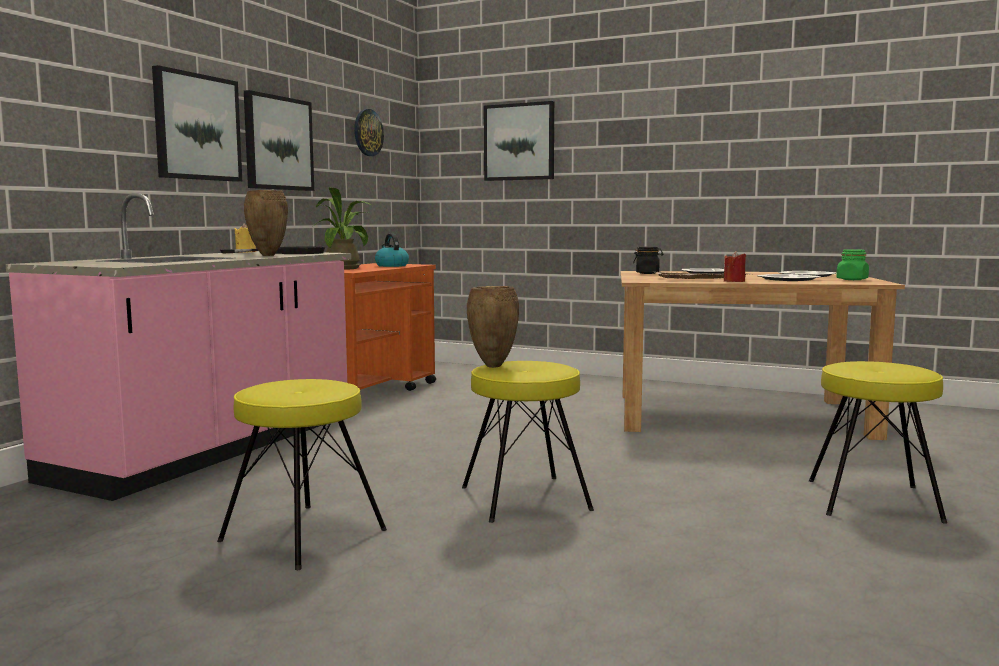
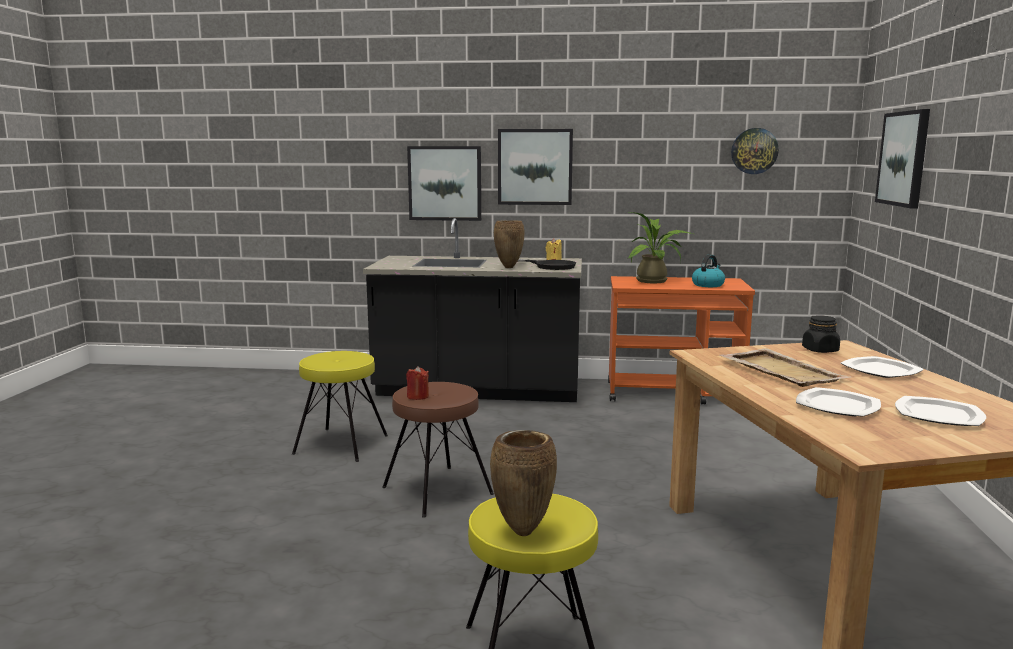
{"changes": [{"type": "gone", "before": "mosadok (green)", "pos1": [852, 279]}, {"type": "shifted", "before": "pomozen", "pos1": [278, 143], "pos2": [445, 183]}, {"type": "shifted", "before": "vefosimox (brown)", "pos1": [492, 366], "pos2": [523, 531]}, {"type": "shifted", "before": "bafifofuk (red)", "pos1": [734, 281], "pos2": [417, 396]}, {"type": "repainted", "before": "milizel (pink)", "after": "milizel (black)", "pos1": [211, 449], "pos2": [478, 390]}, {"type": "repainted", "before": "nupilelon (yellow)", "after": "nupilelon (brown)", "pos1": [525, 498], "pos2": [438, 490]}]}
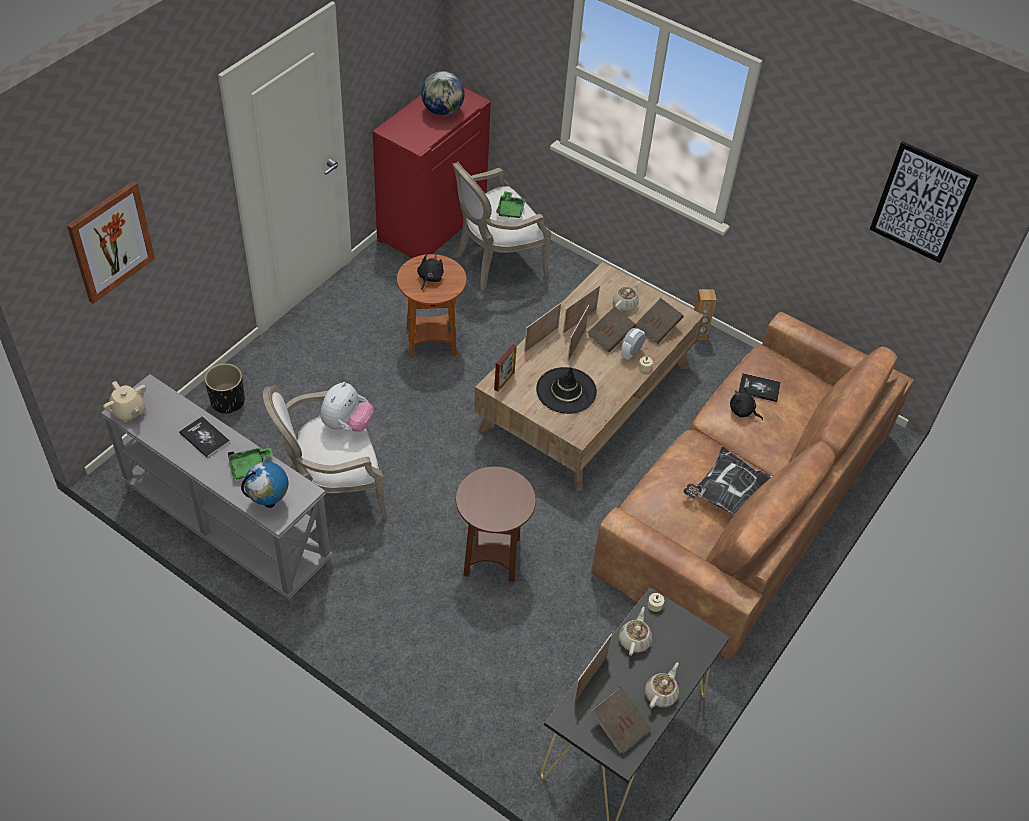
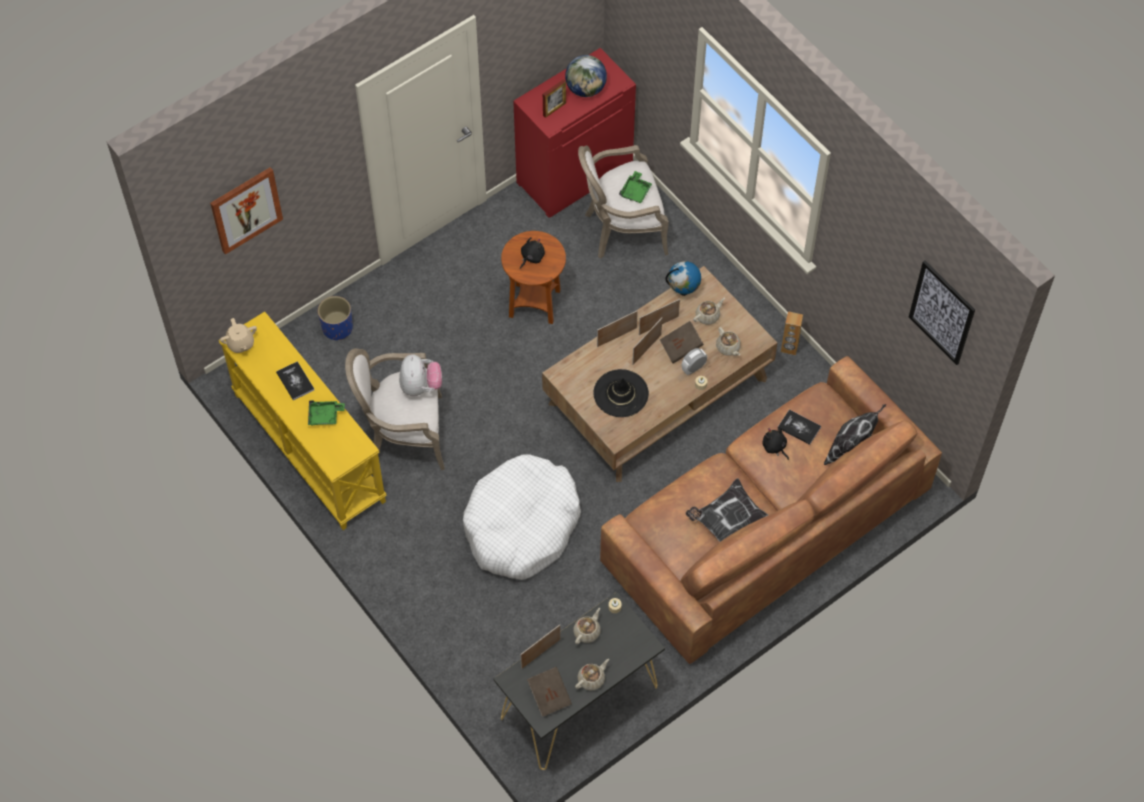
{"changes": [{"type": "new", "after": "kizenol", "pos2": [851, 449]}, {"type": "shifted", "before": "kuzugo", "pos1": [269, 502], "pos2": [683, 291]}, {"type": "shifted", "before": "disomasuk", "pos1": [504, 381], "pos2": [554, 109]}, {"type": "swapped", "before": "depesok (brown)", "after": "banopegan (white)", "pos1": [491, 556], "pos2": [521, 525]}, {"type": "swapped", "before": "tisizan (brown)", "after": "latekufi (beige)", "pos1": [657, 328], "pos2": [728, 347]}, {"type": "repainted", "before": "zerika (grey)", "after": "zerika (yellow)", "pos1": [226, 527], "pos2": [308, 448]}, {"type": "repainted", "before": "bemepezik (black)", "after": "bemepezik (blue)", "pos1": [227, 401], "pos2": [337, 328]}, {"type": "rotated", "before": "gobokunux", "pos1": [347, 424], "pos2": [420, 386], "turn": -45}]}
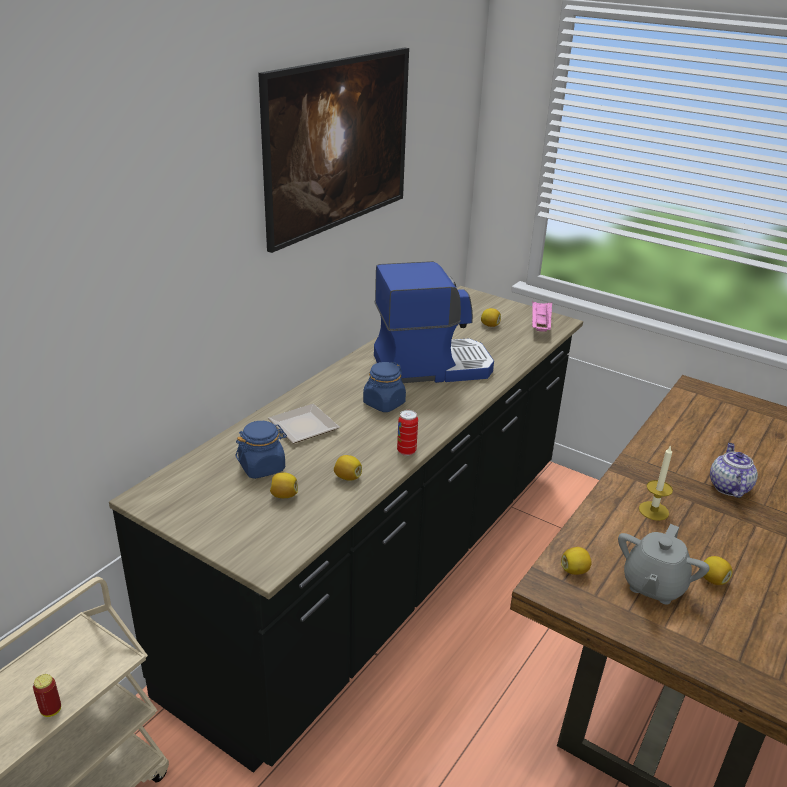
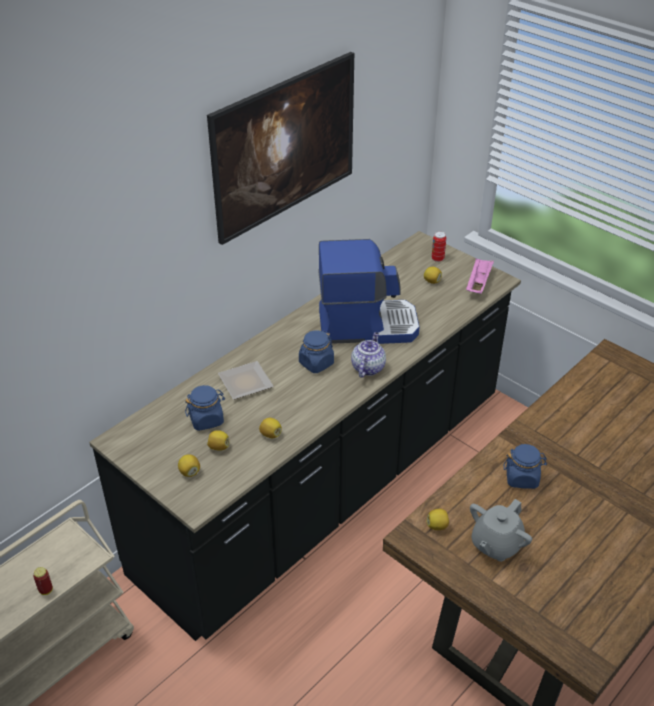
{"changes": [{"type": "shifted", "before": "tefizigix", "pos1": [406, 451], "pos2": [437, 259]}, {"type": "shifted", "before": "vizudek", "pos1": [713, 580], "pos2": [189, 472]}, {"type": "shifted", "before": "latekufi", "pos1": [728, 487], "pos2": [368, 367]}, {"type": "swapped", "before": "bafifofuk", "after": "mosadok (blue)", "pos1": [653, 511], "pos2": [522, 478]}]}
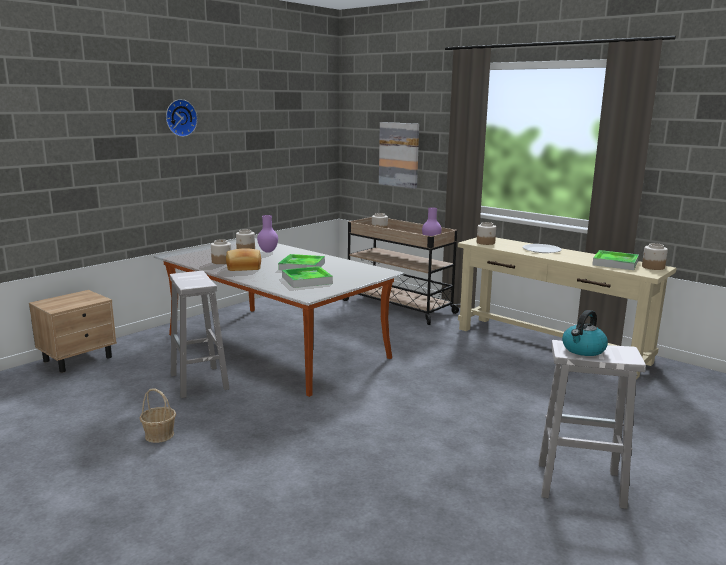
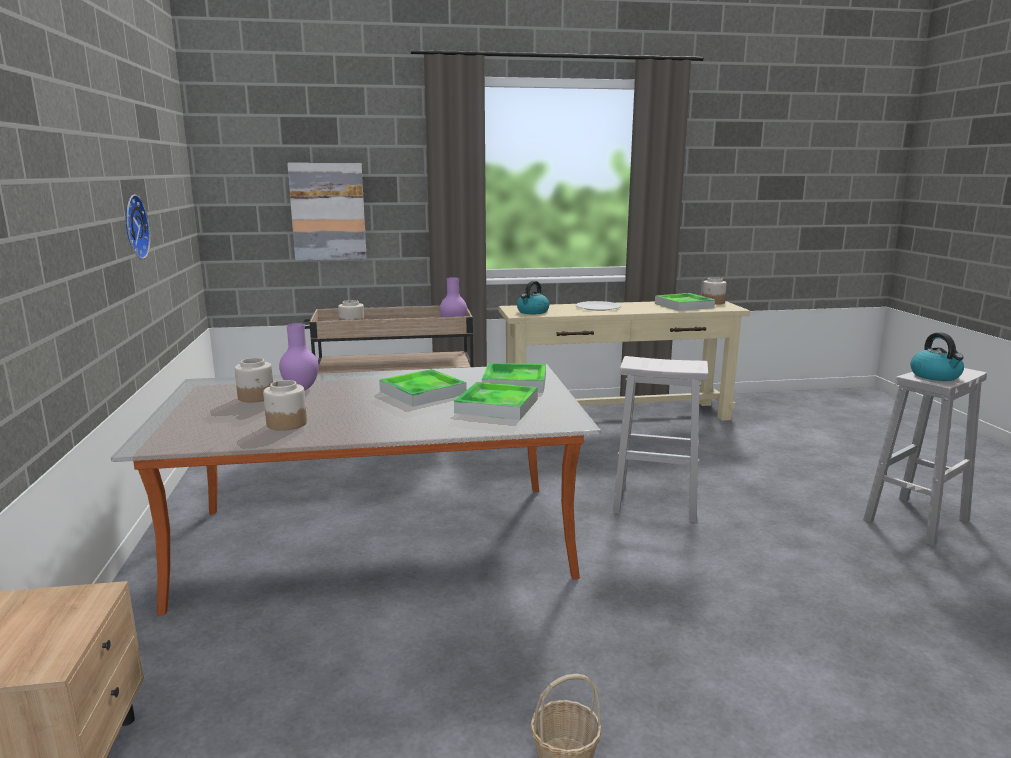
{"changes": [{"type": "gone", "before": "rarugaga", "pos1": [244, 268]}, {"type": "new", "after": "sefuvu", "pos2": [514, 382]}, {"type": "shifted", "before": "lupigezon", "pos1": [180, 118], "pos2": [132, 227]}, {"type": "shifted", "before": "nupilelon (white)", "pos1": [199, 382], "pos2": [657, 504]}, {"type": "swapped", "before": "mosadok", "after": "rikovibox", "pos1": [486, 243], "pos2": [532, 312]}]}
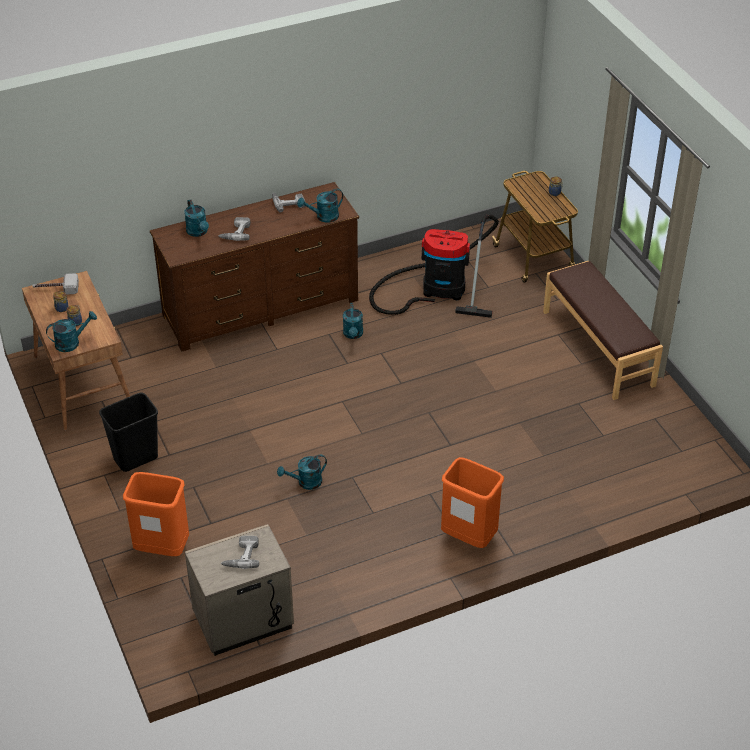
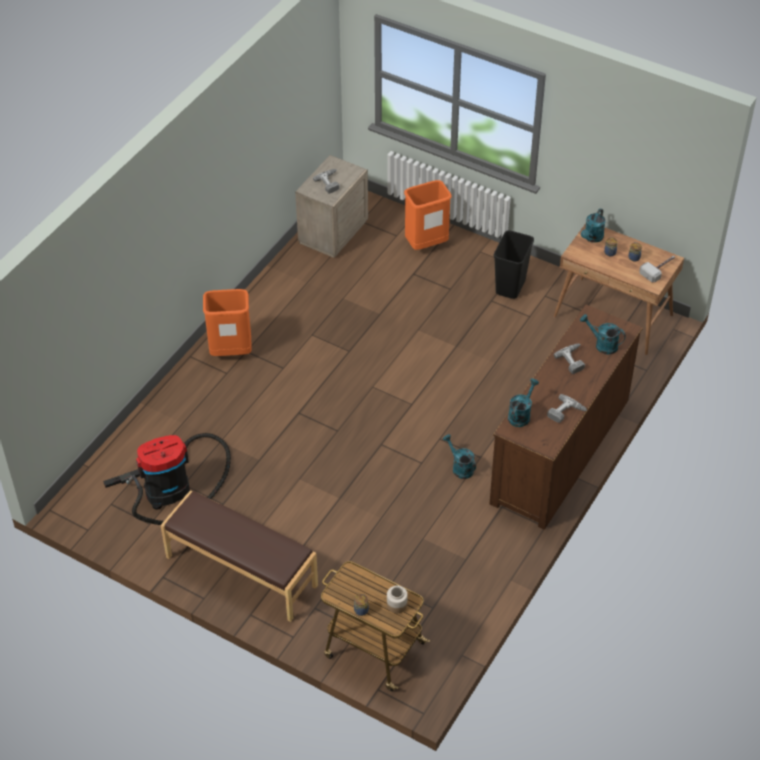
{"changes": [{"type": "gone", "before": "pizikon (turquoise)", "pos1": [305, 483]}, {"type": "new", "after": "mosadok", "pos2": [396, 604]}, {"type": "shifted", "before": "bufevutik", "pos1": [438, 288], "pos2": [172, 488]}]}
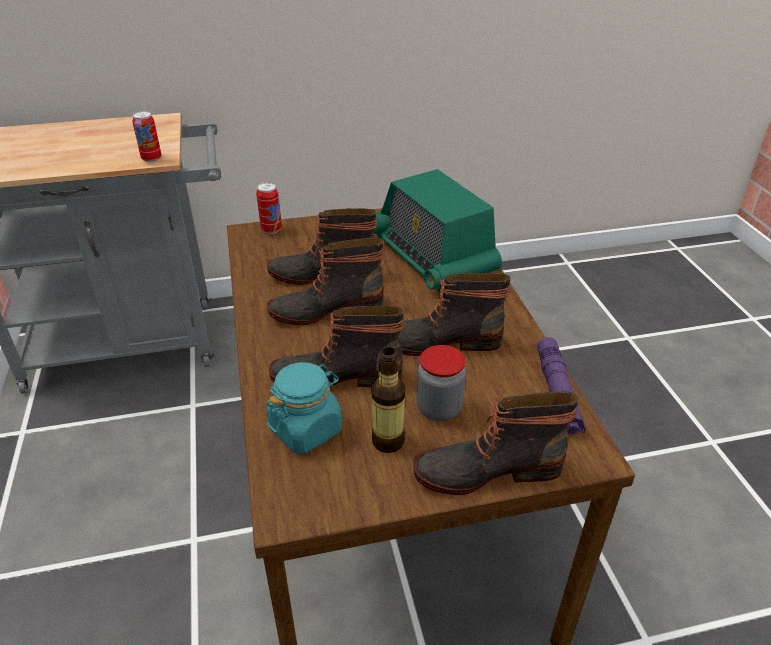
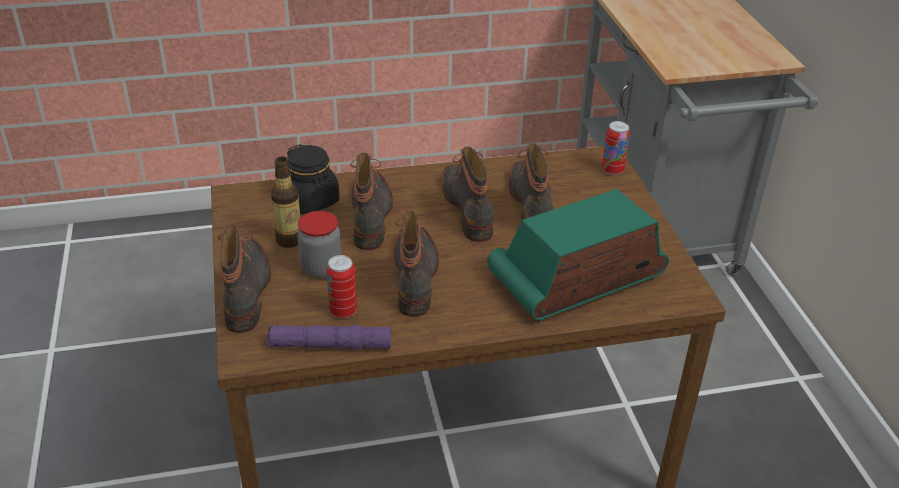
{"changes": [{"type": "shifted", "before": "tefizigix", "pos1": [151, 159], "pos2": [343, 311]}, {"type": "repainted", "before": "mosadok (turquoise)", "after": "mosadok (black)", "pos1": [306, 429], "pos2": [311, 201]}]}
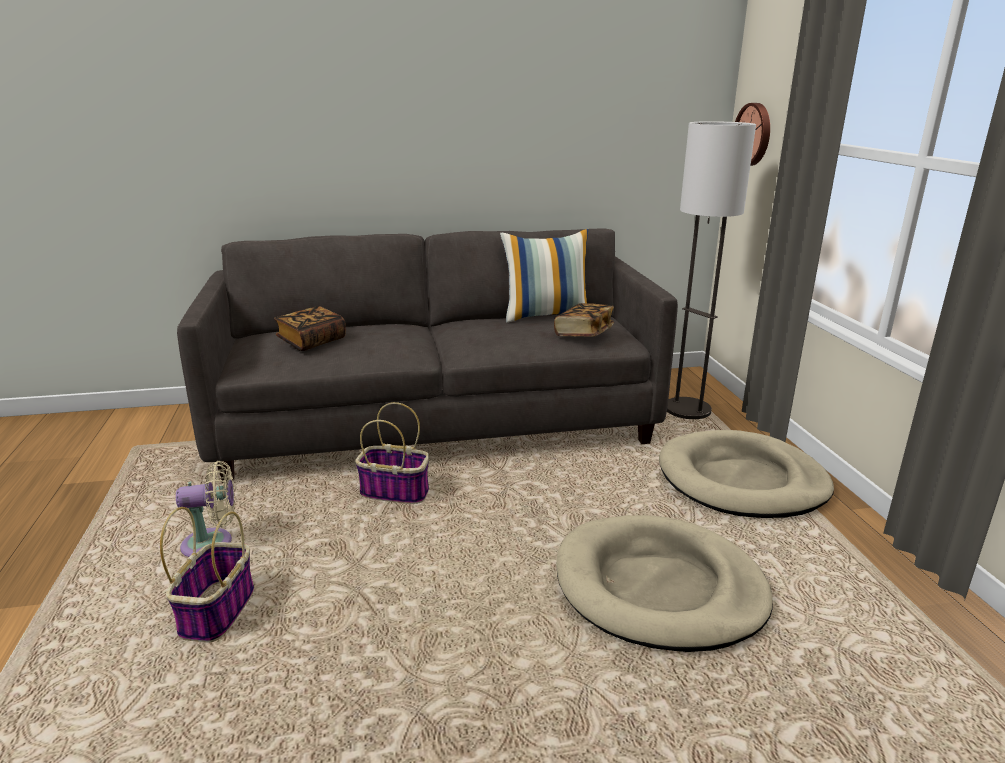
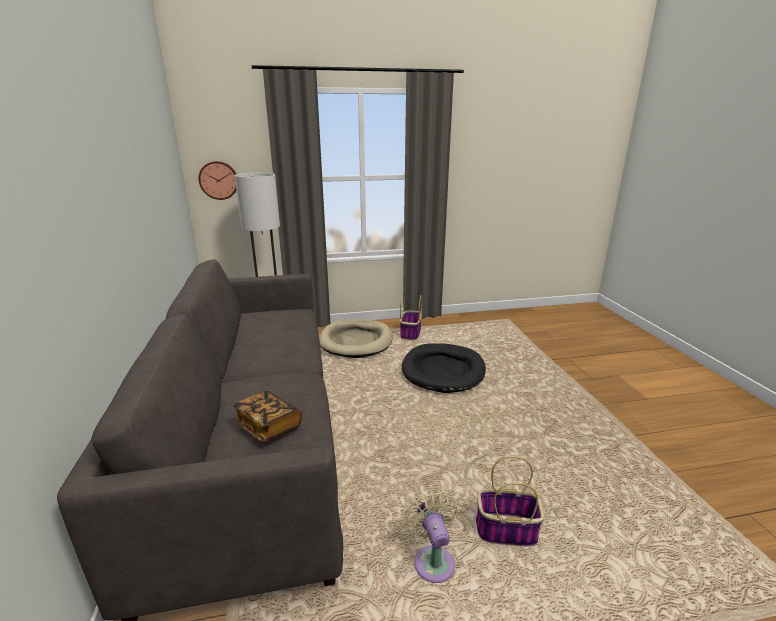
{"changes": [{"type": "gone", "before": "kizenol", "pos1": [546, 315]}, {"type": "gone", "before": "tisizan", "pos1": [584, 333]}, {"type": "shifted", "before": "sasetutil", "pos1": [396, 492], "pos2": [410, 333]}, {"type": "repainted", "before": "banopegan (beige)", "after": "banopegan (black)", "pos1": [659, 588], "pos2": [443, 370]}]}
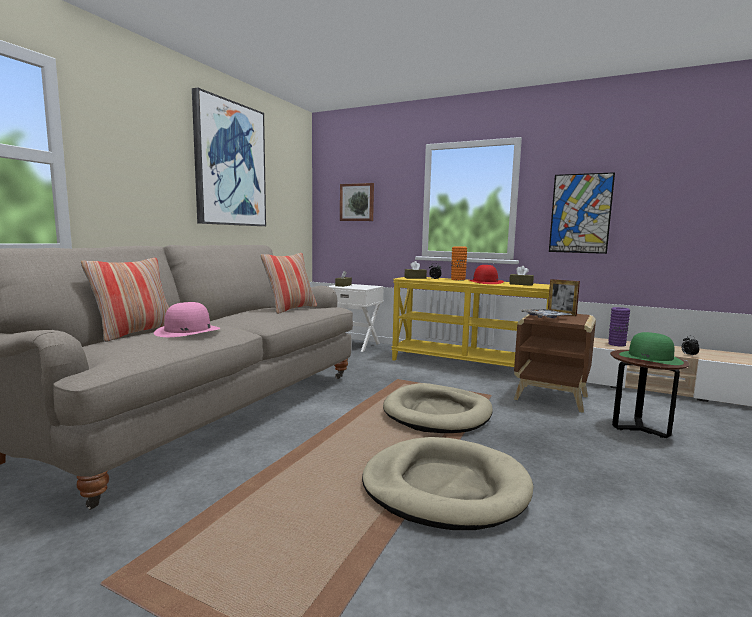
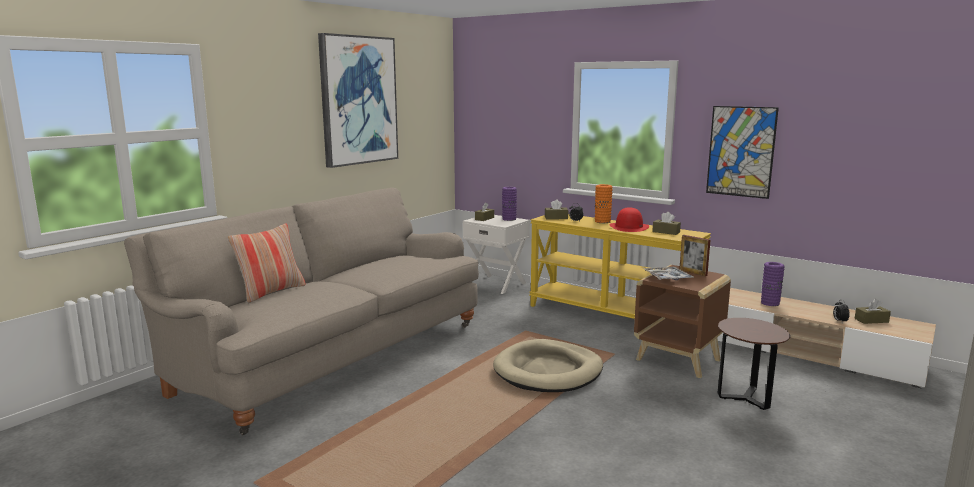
{"changes": [{"type": "gone", "before": "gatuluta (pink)", "pos1": [187, 331]}, {"type": "gone", "before": "kizenol", "pos1": [291, 309]}, {"type": "gone", "before": "pomozen", "pos1": [357, 202]}, {"type": "gone", "before": "banopegan (beige)", "pos1": [444, 487]}, {"type": "gone", "before": "gatuluta (green)", "pos1": [650, 358]}, {"type": "new", "after": "vefosimox (purple)", "pos2": [509, 219]}, {"type": "new", "after": "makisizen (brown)", "pos2": [871, 320]}]}
